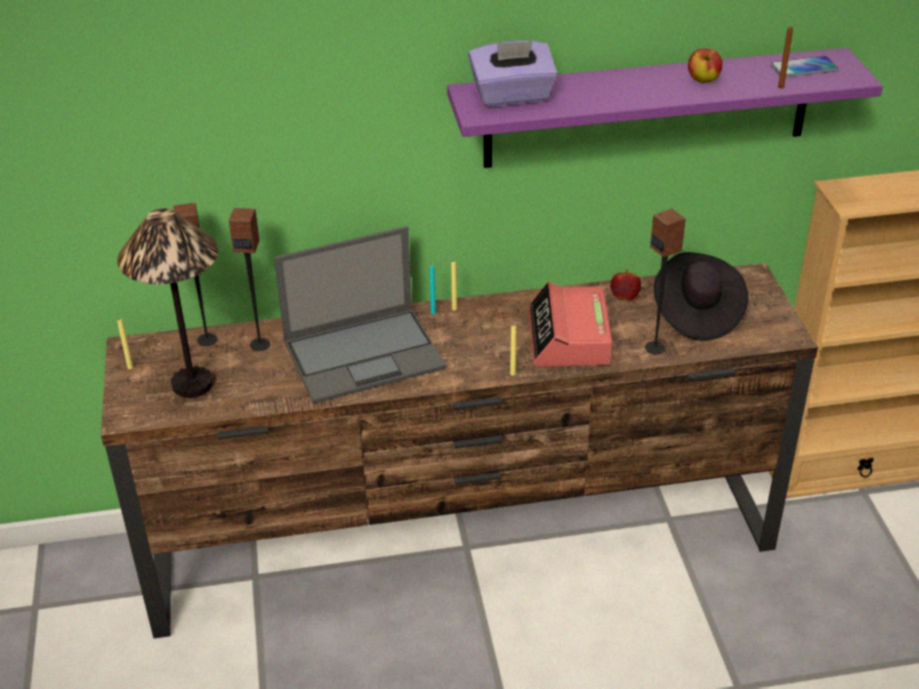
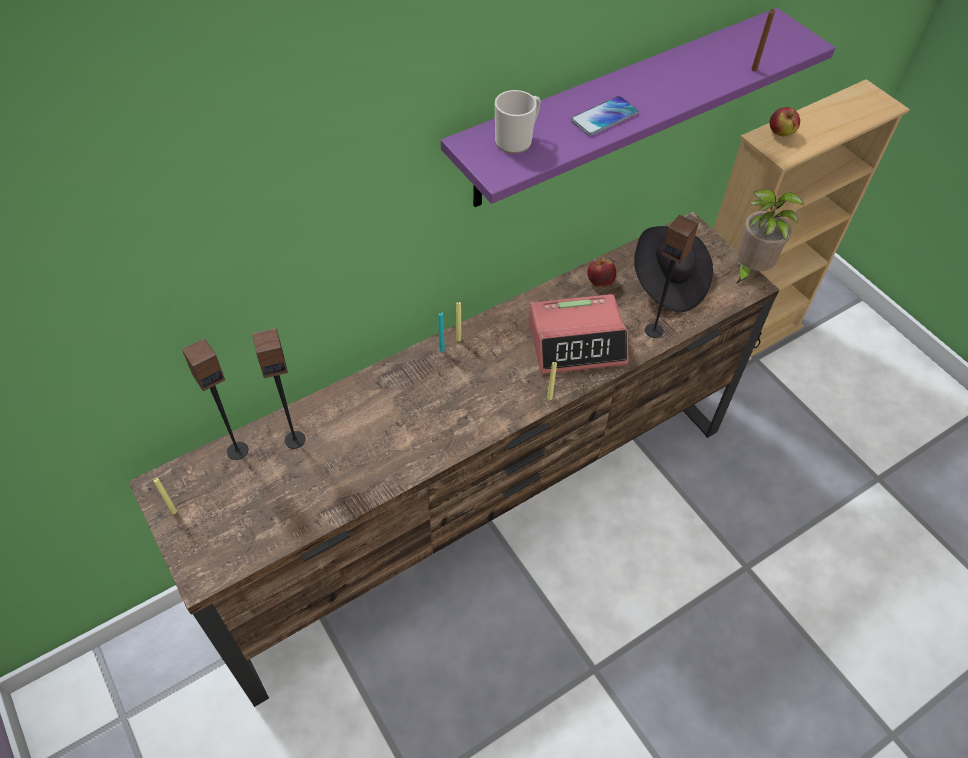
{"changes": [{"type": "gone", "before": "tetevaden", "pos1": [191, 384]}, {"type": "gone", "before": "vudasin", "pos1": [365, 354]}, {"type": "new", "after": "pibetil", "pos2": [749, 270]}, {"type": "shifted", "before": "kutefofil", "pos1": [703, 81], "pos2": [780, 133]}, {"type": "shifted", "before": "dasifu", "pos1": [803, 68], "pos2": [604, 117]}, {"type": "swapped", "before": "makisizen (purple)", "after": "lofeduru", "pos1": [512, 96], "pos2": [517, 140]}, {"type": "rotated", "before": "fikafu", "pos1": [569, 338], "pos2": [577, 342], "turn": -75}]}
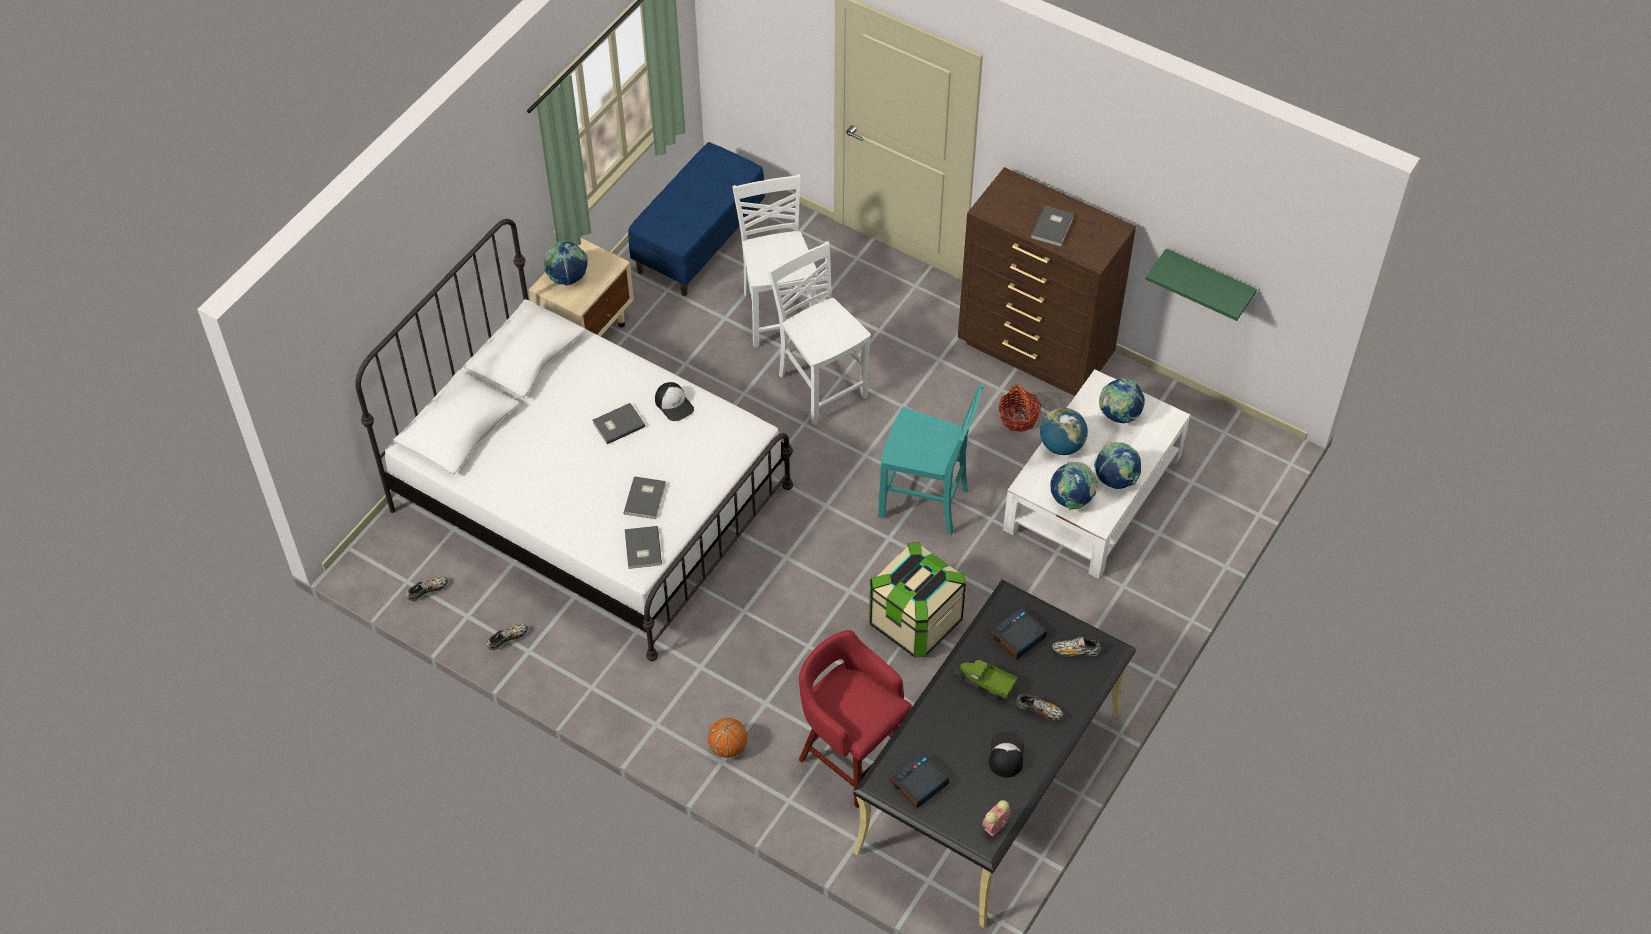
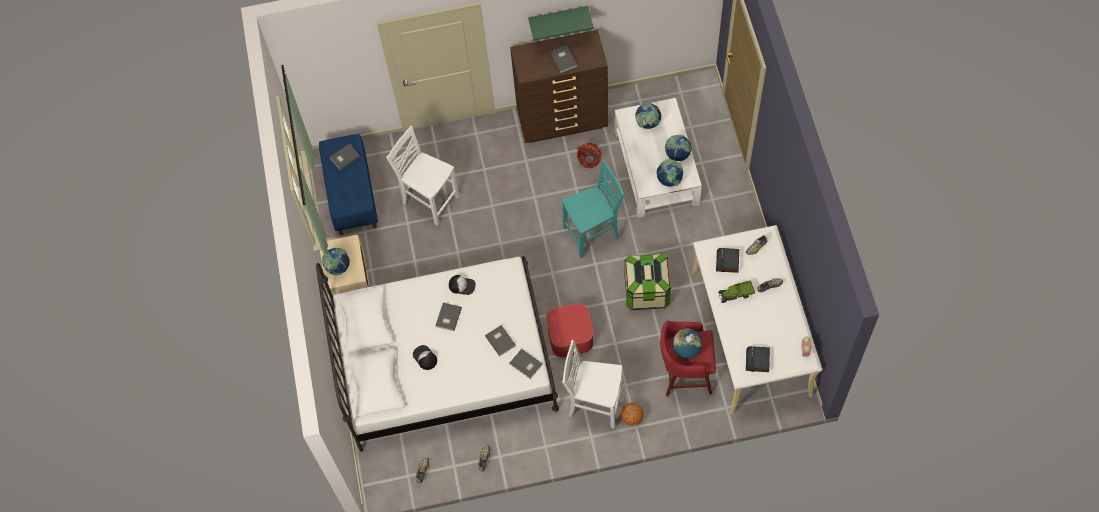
{"changes": [{"type": "new", "after": "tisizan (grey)", "pos2": [344, 157]}, {"type": "new", "after": "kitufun", "pos2": [570, 336]}, {"type": "shifted", "before": "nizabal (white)", "pos1": [821, 385], "pos2": [594, 403]}, {"type": "shifted", "before": "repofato", "pos1": [1006, 755], "pos2": [425, 358]}, {"type": "shifted", "before": "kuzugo", "pos1": [1061, 445], "pos2": [686, 349]}, {"type": "shifted", "before": "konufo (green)", "pos1": [1208, 280], "pos2": [558, 18]}, {"type": "repainted", "before": "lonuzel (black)", "after": "lonuzel (white)", "pos1": [989, 782], "pos2": [750, 334]}]}
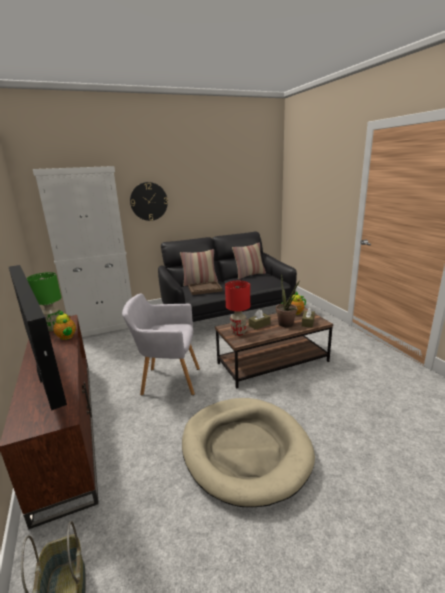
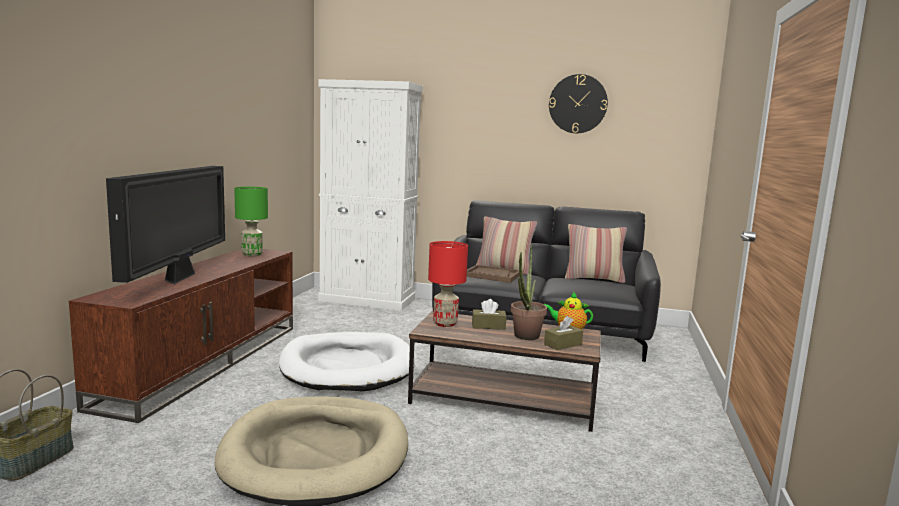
{"changes": [{"type": "gone", "before": "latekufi", "pos1": [67, 337]}, {"type": "shifted", "before": "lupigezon", "pos1": [149, 201], "pos2": [578, 104]}, {"type": "swapped", "before": "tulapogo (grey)", "after": "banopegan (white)", "pos1": [167, 380], "pos2": [347, 367]}]}
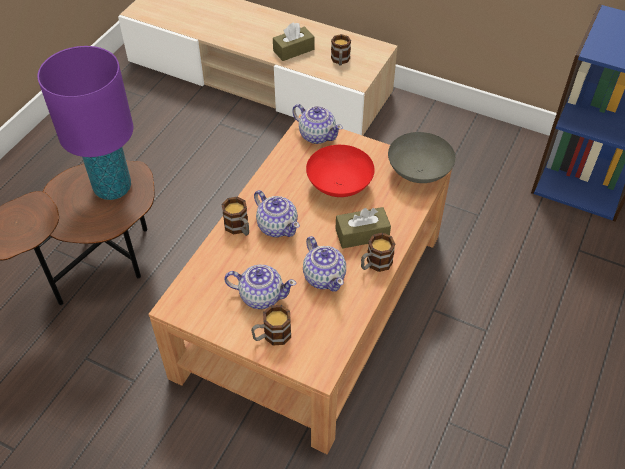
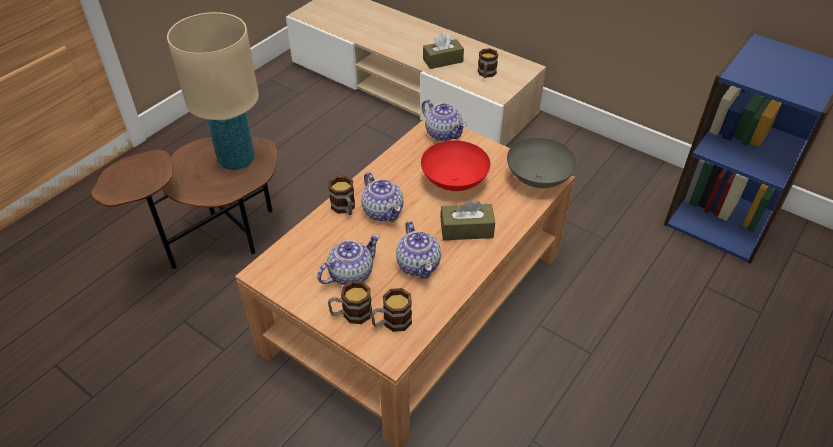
{"changes": [{"type": "shifted", "before": "lofeduru", "pos1": [375, 264], "pos2": [391, 322]}, {"type": "repainted", "before": "tetevaden (purple)", "after": "tetevaden (beige)", "pos1": [112, 188], "pos2": [236, 160]}, {"type": "rotated", "before": "latekufi", "pos1": [261, 296], "pos2": [350, 274], "turn": -60}]}
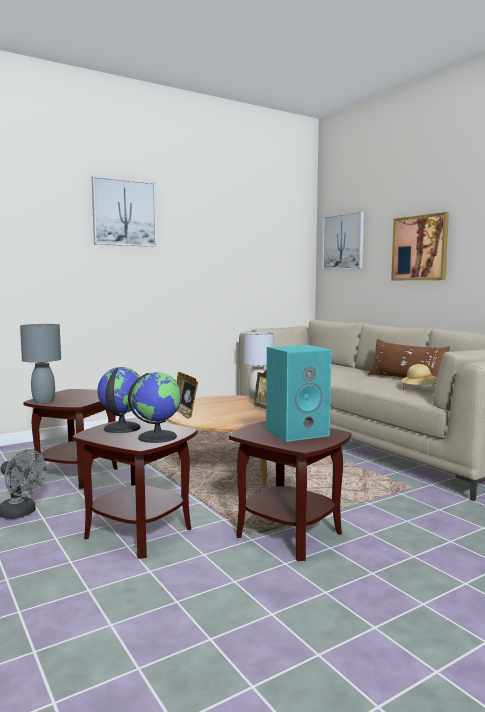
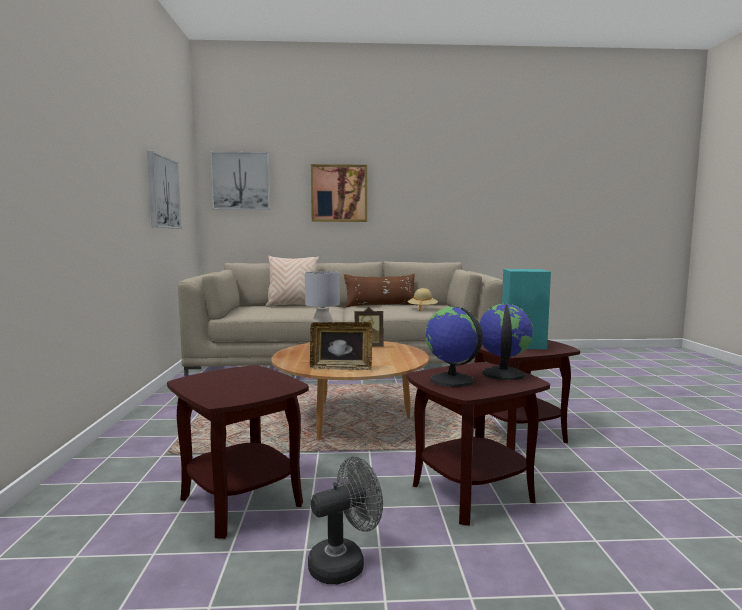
{"changes": [{"type": "gone", "before": "tetevaden (grey)", "pos1": [43, 401]}, {"type": "new", "after": "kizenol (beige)", "pos2": [293, 305]}, {"type": "shifted", "before": "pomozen", "pos1": [124, 213], "pos2": [163, 192]}]}
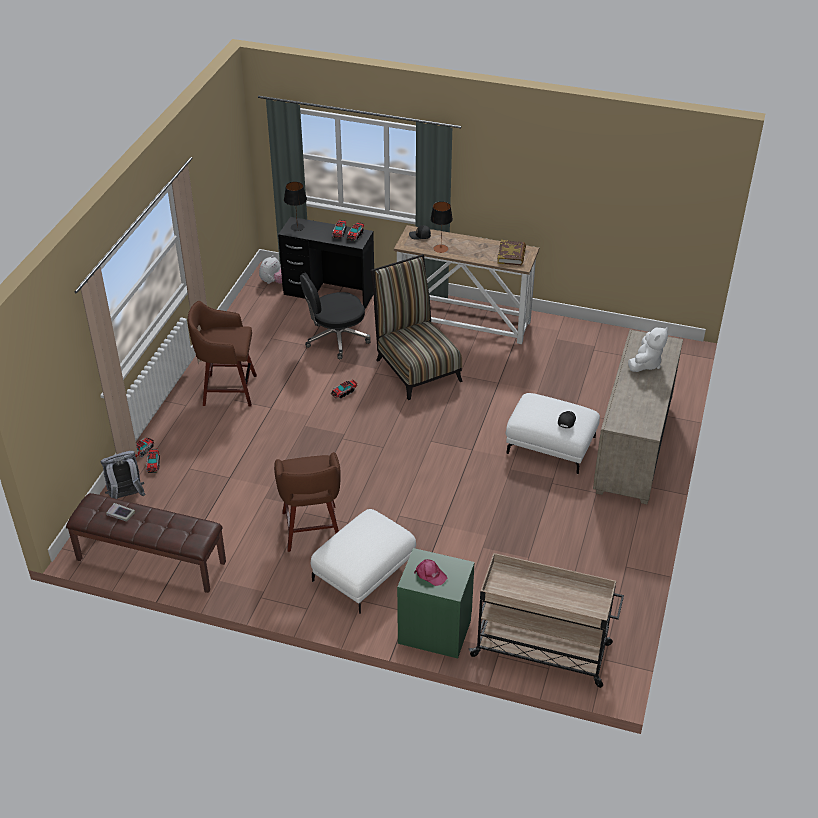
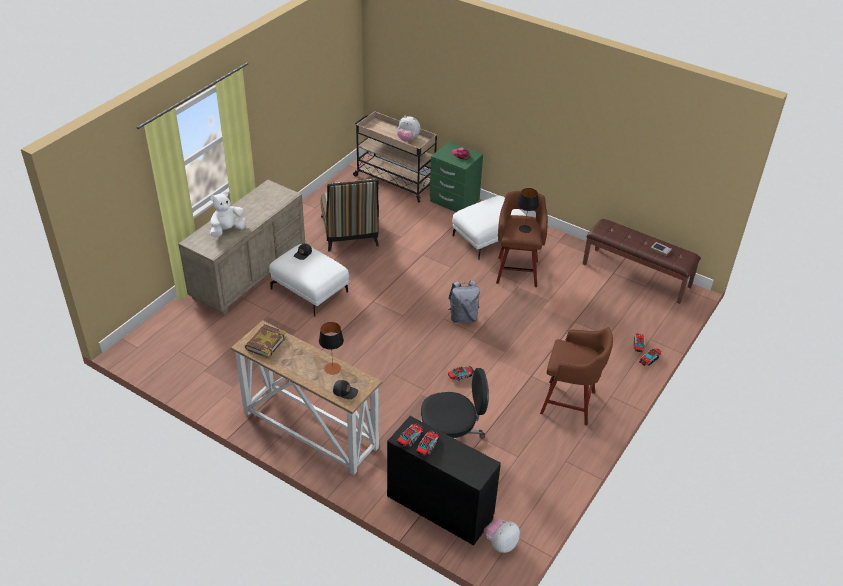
{"changes": [{"type": "new", "after": "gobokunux", "pos2": [408, 139]}, {"type": "shifted", "before": "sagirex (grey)", "pos1": [126, 496], "pos2": [463, 317]}, {"type": "shifted", "before": "tetevaden (black)", "pos1": [297, 227], "pos2": [525, 229]}, {"type": "shifted", "before": "nizabal", "pos1": [416, 366], "pos2": [349, 234]}]}
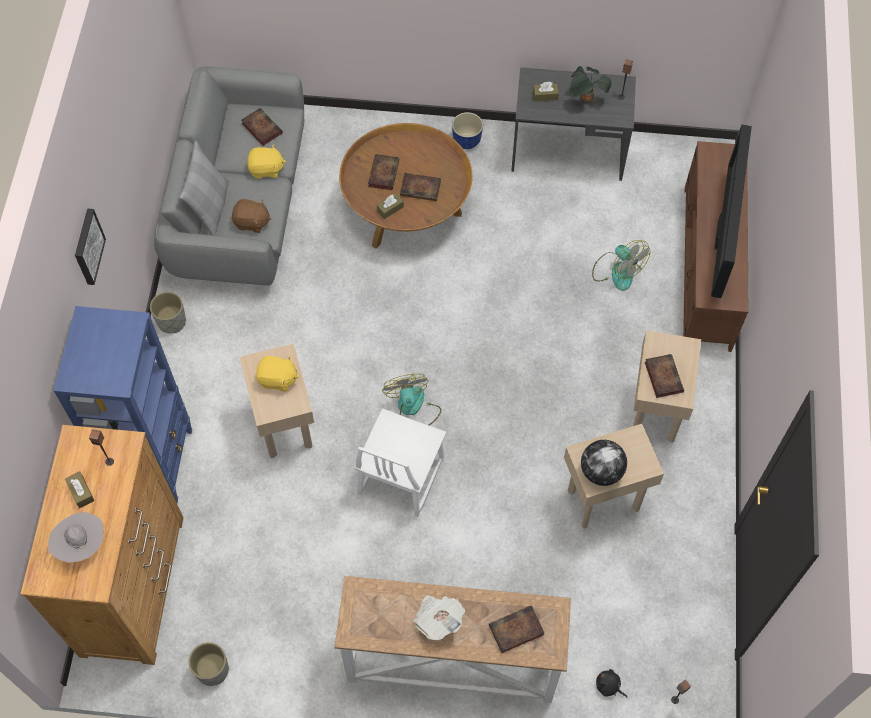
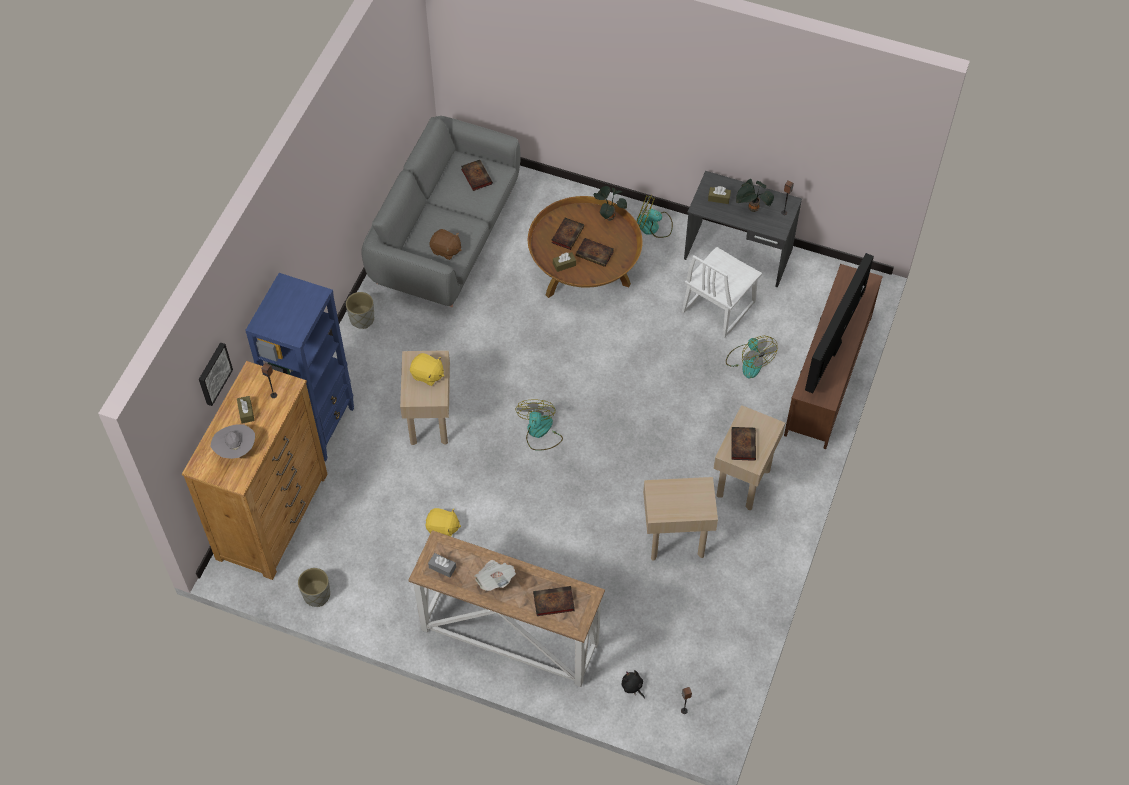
{"changes": [{"type": "gone", "before": "kizenol (grey)", "pos1": [210, 207]}, {"type": "gone", "before": "kuzugo", "pos1": [601, 471]}, {"type": "new", "after": "makisizen (grey)", "pos2": [442, 567]}, {"type": "new", "after": "pibetil", "pos2": [609, 216]}, {"type": "shifted", "before": "pomozen", "pos1": [87, 246], "pos2": [213, 373]}, {"type": "shifted", "before": "gobokunux (yellow)", "pos1": [266, 169], "pos2": [443, 528]}, {"type": "shifted", "before": "nizabal (white)", "pos1": [400, 476], "pos2": [717, 307]}, {"type": "swapped", "before": "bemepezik", "after": "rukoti", "pos1": [467, 141], "pos2": [653, 226]}]}
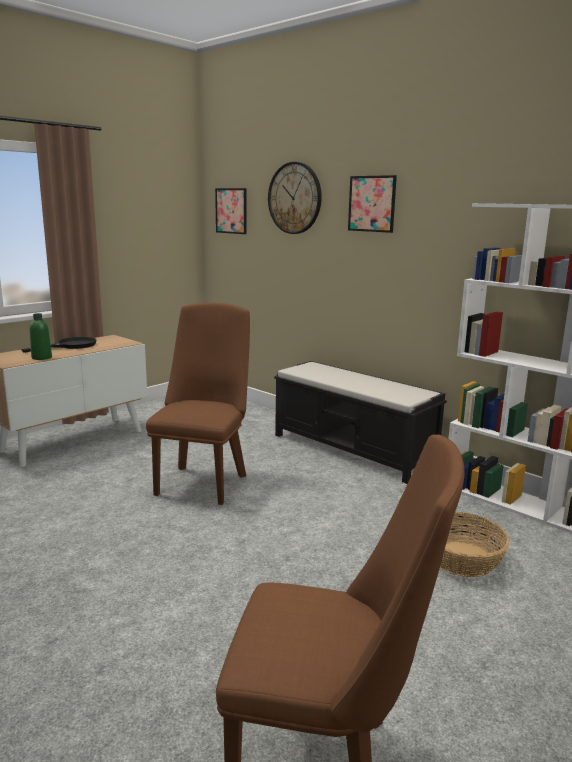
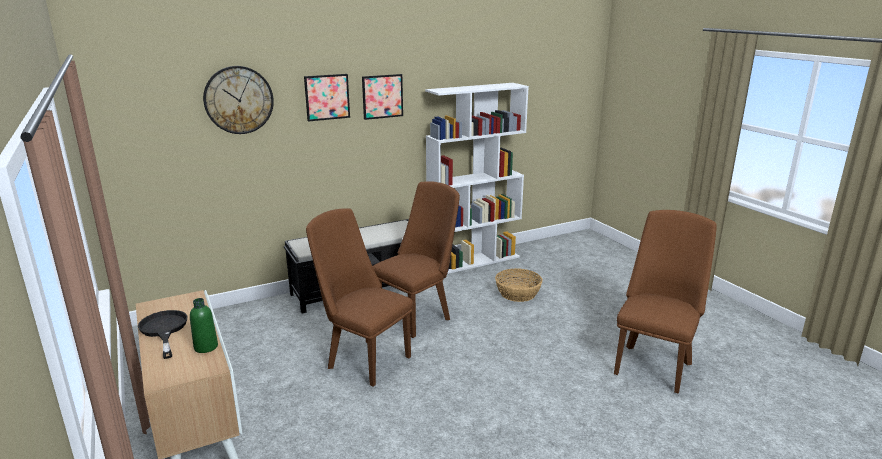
{"changes": [{"type": "new", "after": "nizabal (brown)", "pos2": [417, 316]}, {"type": "shifted", "before": "pomozen", "pos1": [231, 211], "pos2": [382, 96]}]}
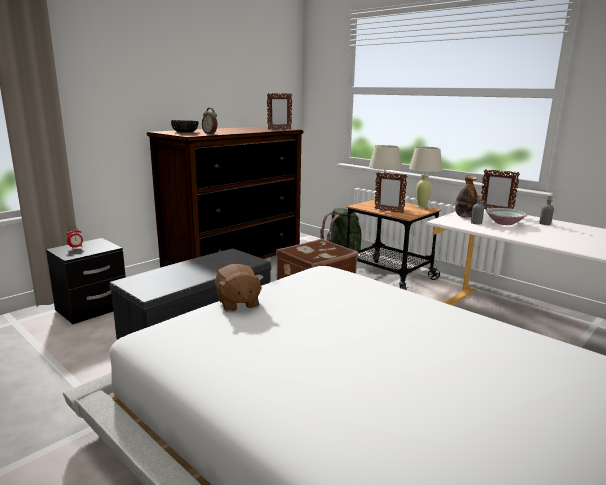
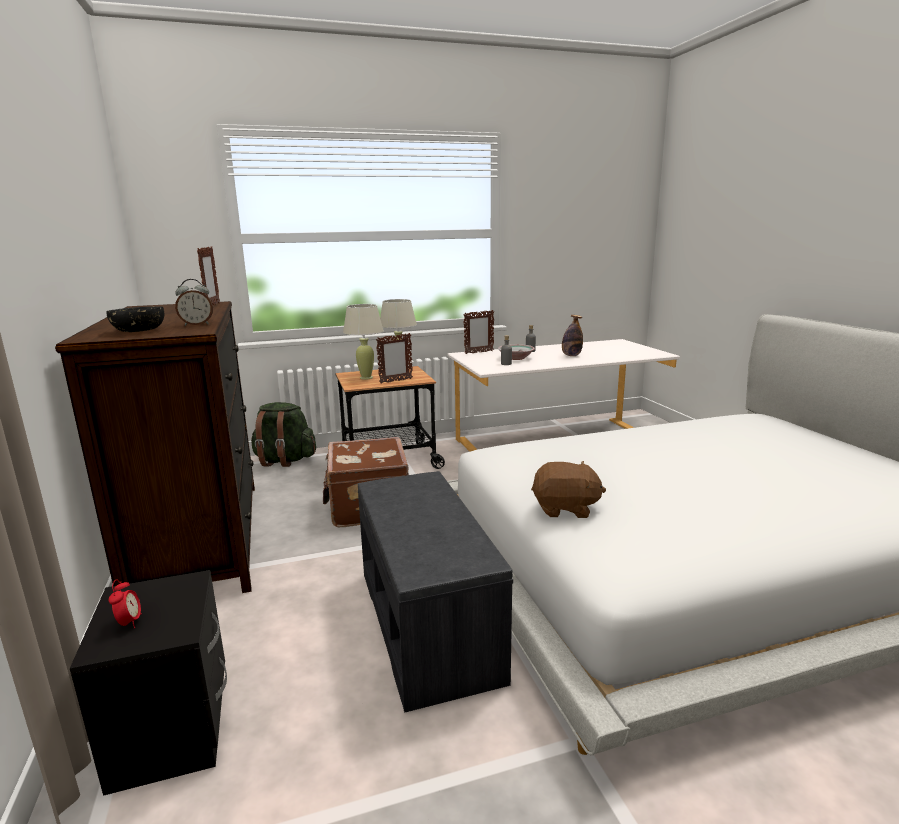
{"changes": [{"type": "shifted", "before": "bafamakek", "pos1": [464, 216], "pos2": [571, 355]}]}
